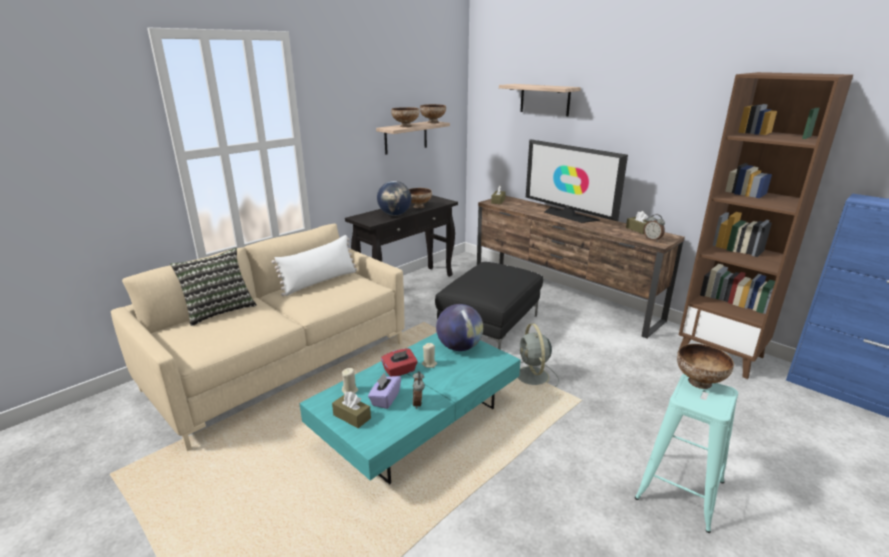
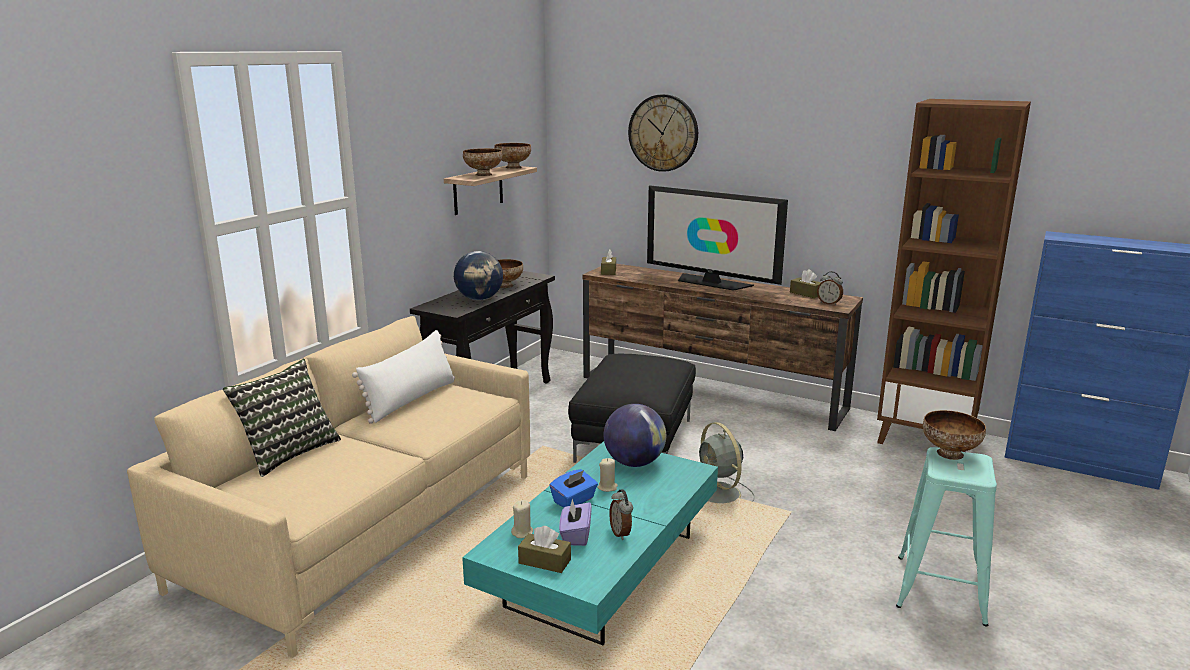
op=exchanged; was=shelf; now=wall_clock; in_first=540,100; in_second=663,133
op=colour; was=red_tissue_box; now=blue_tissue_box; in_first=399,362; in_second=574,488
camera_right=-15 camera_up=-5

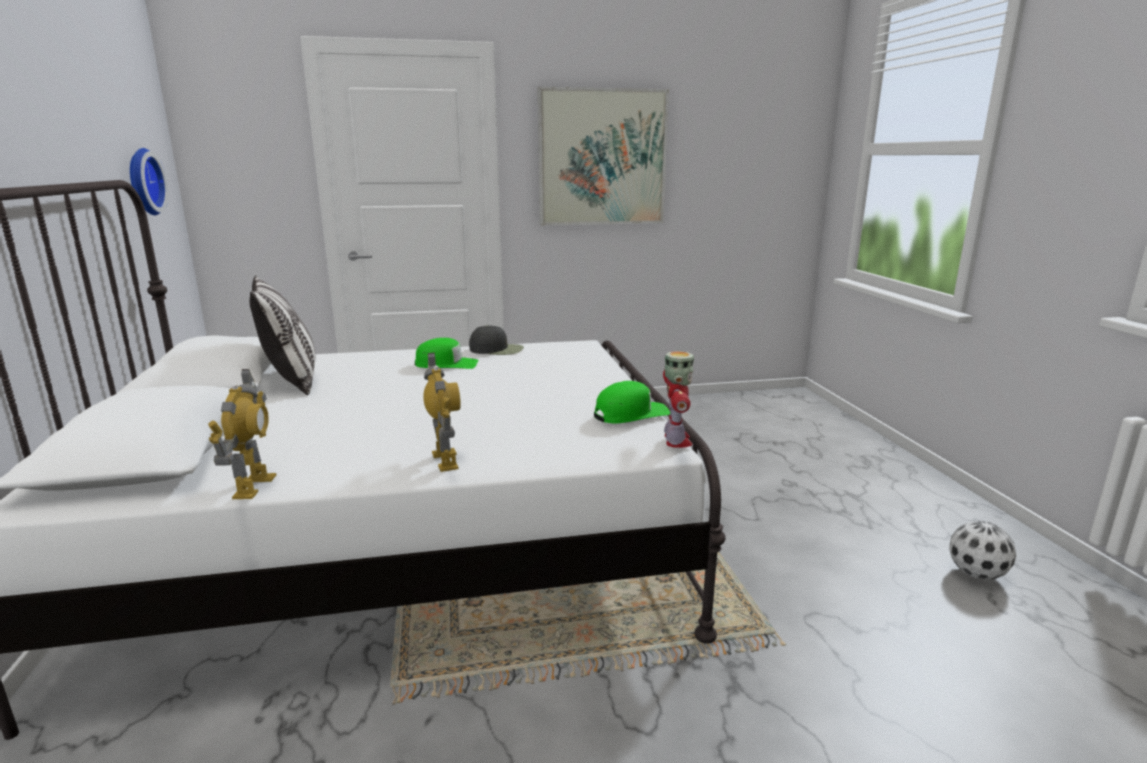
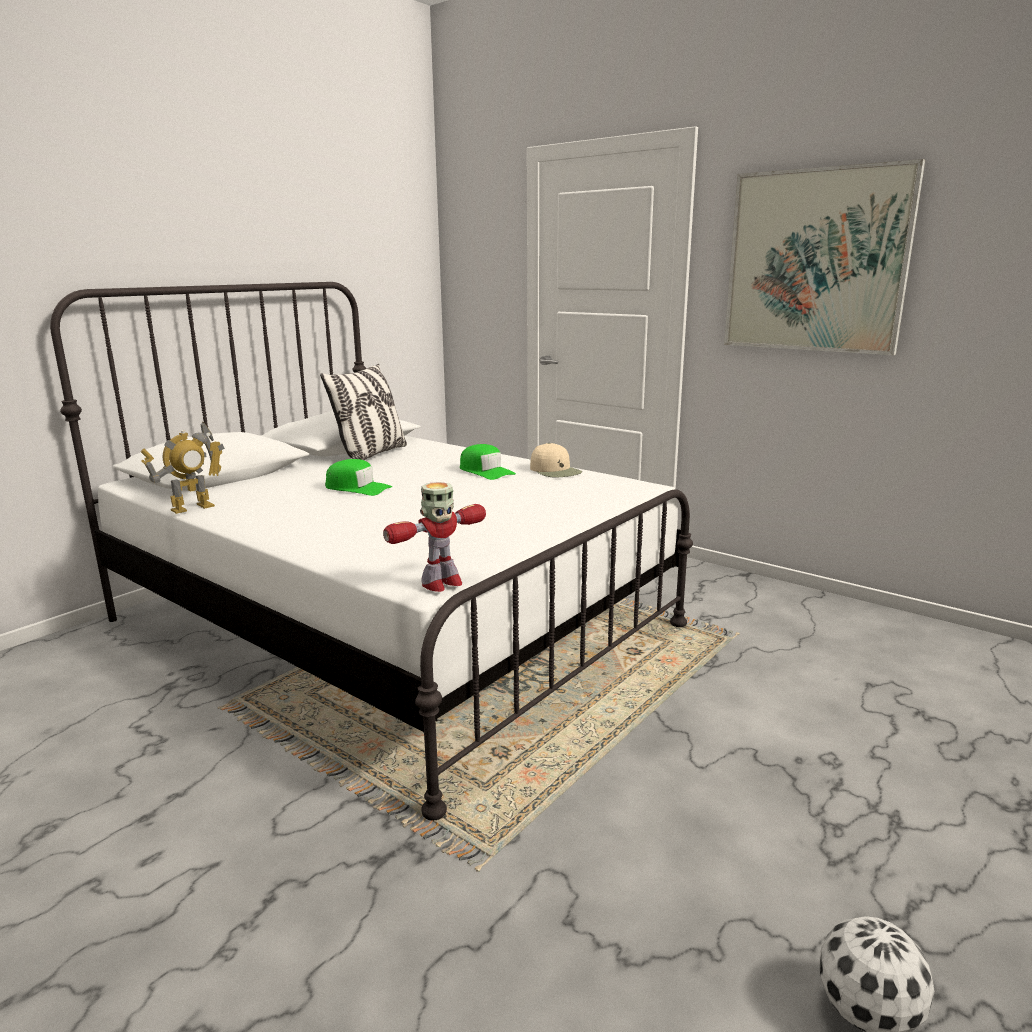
op=missing; was=wall_clock; in_first=149,181
op=colour; was=black_cap; now=beige_cap; in_first=496,340; in_second=556,460
op=missing; was=toy_robot; in_first=442,412
op=relocated; was=green_cap; in_first=632,402; in_second=358,477
camera_right=50 camera_up=0

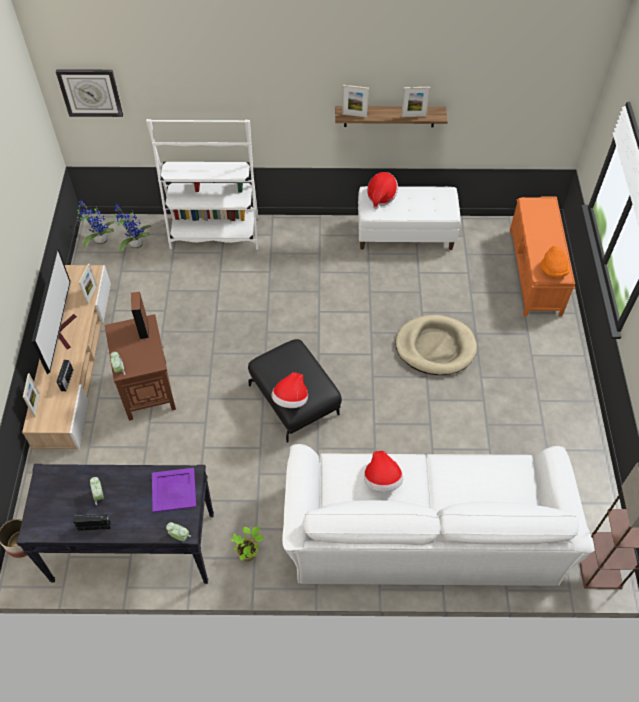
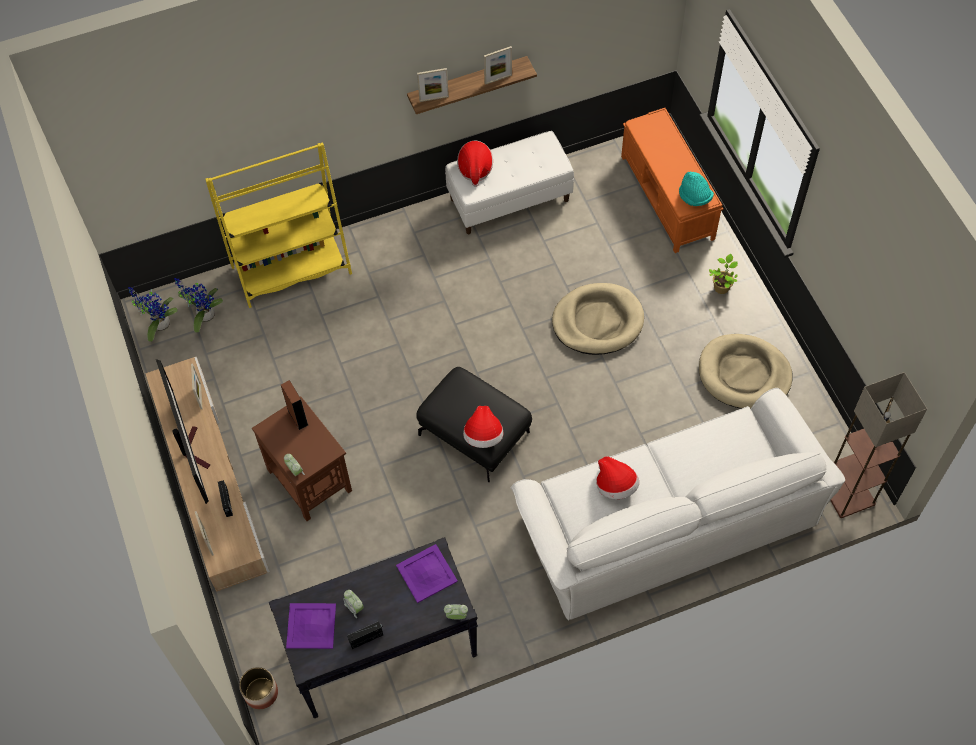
op=missing; was=wall_clock; in_first=89,93
op=colour; was=white_bookcase; now=yellow_bookcase; in_first=202,184; in_second=278,225
op=colour; was=orange_hat; now=turquoise_hat; in_first=555,261; in_second=696,189
op=relocated; was=potted_plant; in_first=247,544; in_second=723,274
op=appeared; now=beige_dog_bed; in_second=745,371
op=appeared; now=purple_tray; in_second=311,626
camera_right=-20 camera_up=5

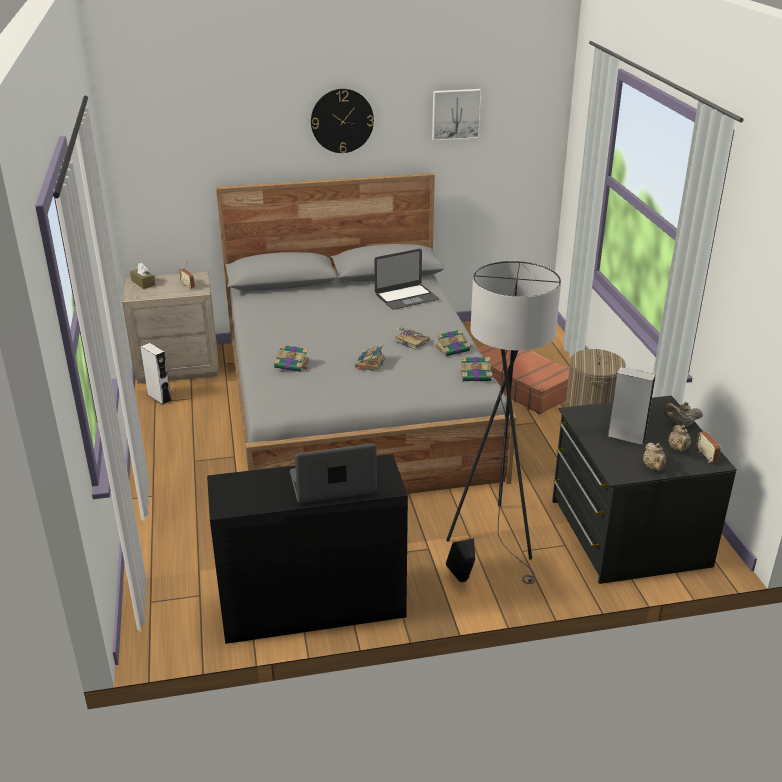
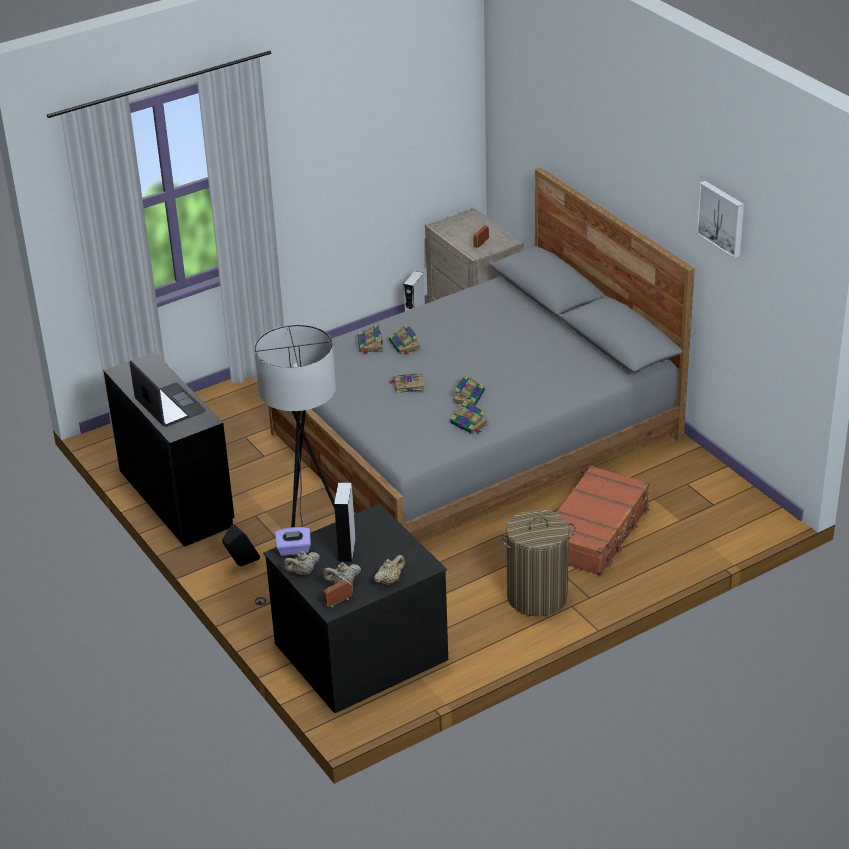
op=missing; was=wall_clock; in_first=342,121
op=missing; was=laptop; in_first=407,279
op=missing; was=brown_tissue_box; in_first=142,276
op=relocated; was=book; in_first=478,369; in_second=405,339
op=spun; was=beige_teapot; in_first=683,414; in_second=389,570; clockwise=60
op=appeared; now=purple_tissue_box; in_second=293,541
camera_right=70 camera_up=5

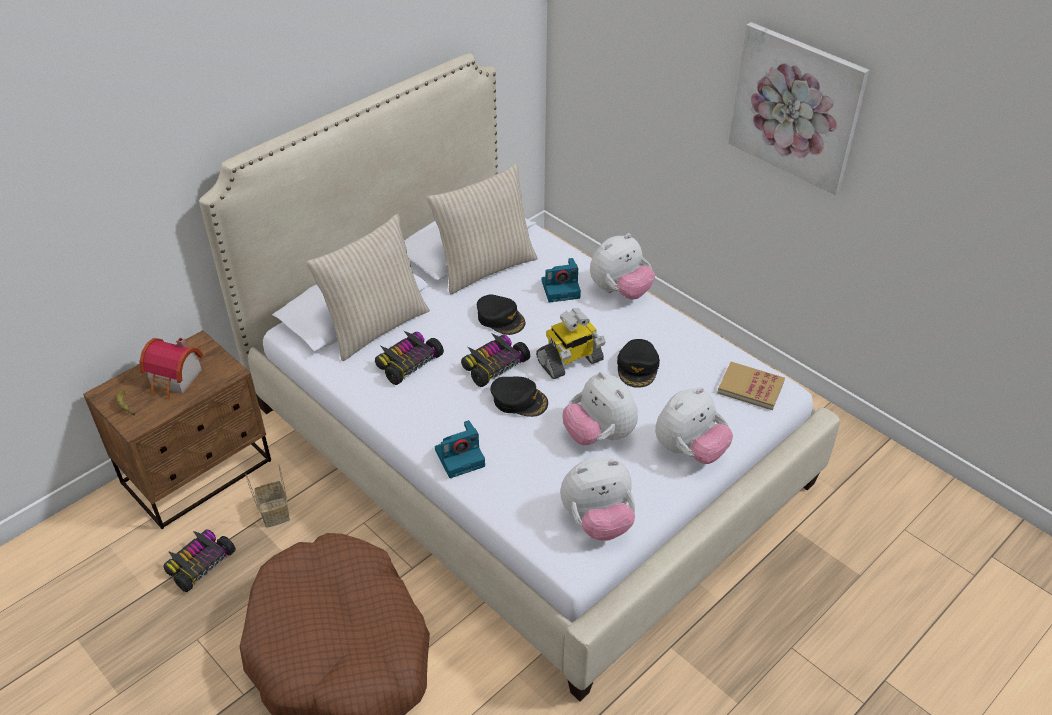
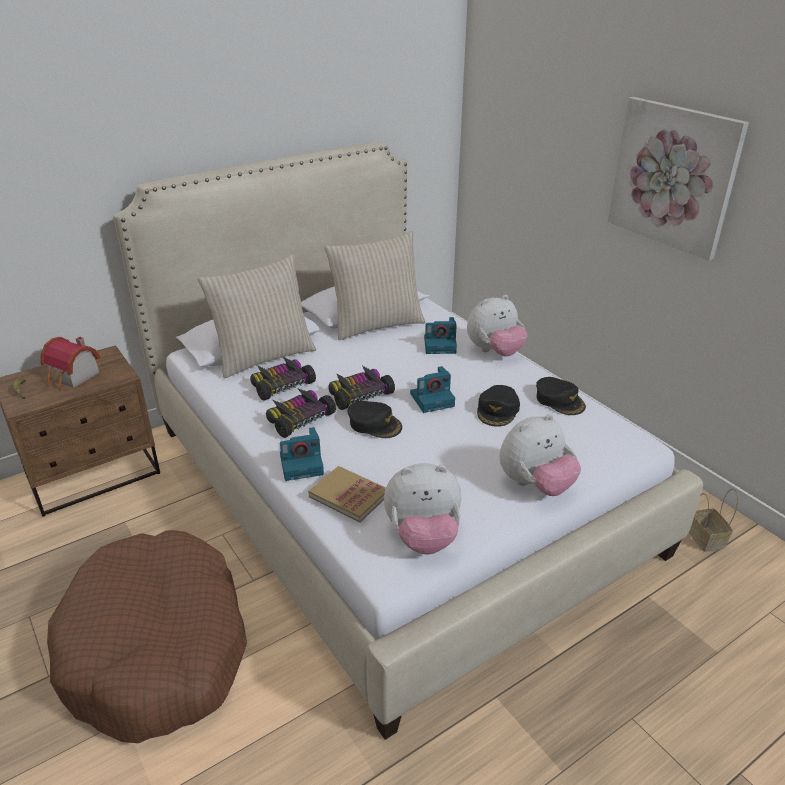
op=relocated; was=black_cap; in_first=501,314; in_second=561,396
op=exchanged; was=toy_robot; now=photo_camera; in_first=571,343; in_second=432,389
op=relocated; was=book; in_first=751,386; in_second=347,494
op=missing; was=plush_toy; in_first=600,408
op=relocated; was=basket; in_first=268,496; in_second=713,520
op=relocated; was=toy_car; in_first=199,561; in_second=301,413
camera_right=10 camera_up=-10

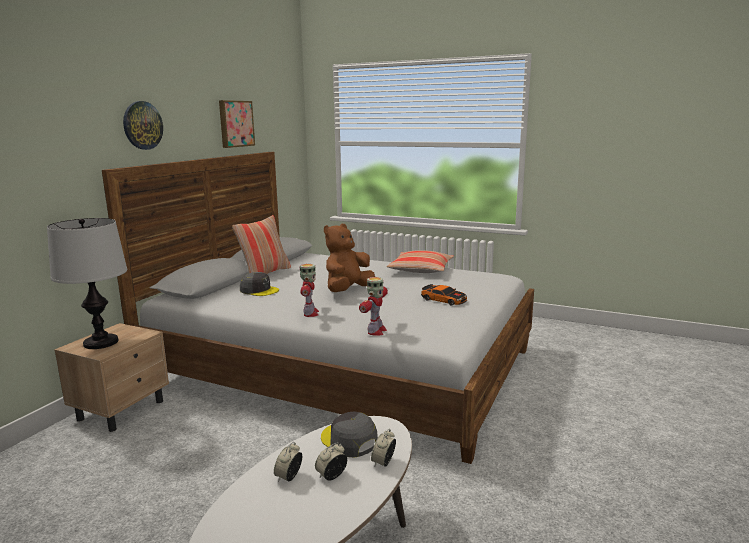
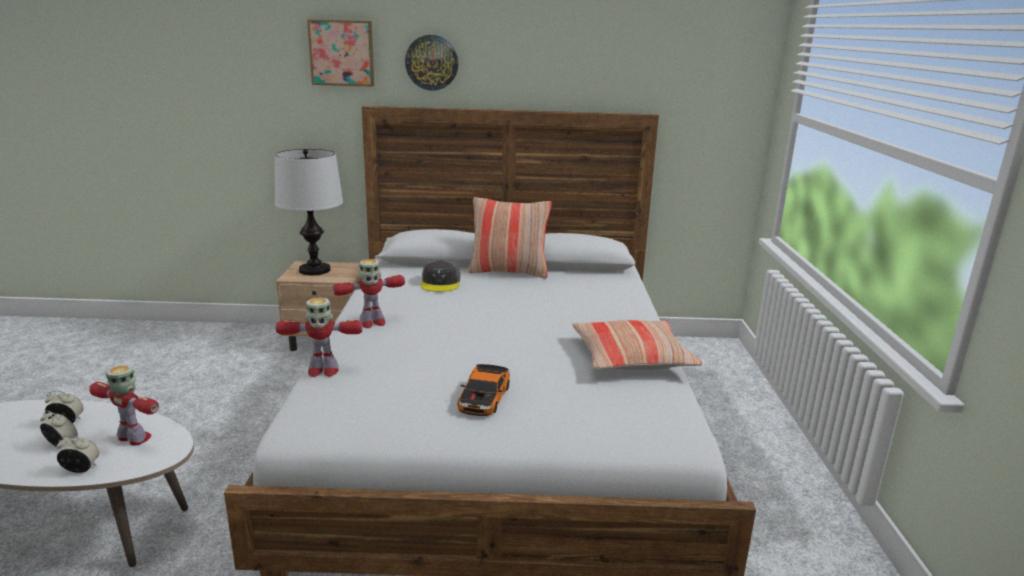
op=relocated; was=picture; in_first=237,124; in_second=340,53
op=missing; was=brown_plush_toy; in_first=349,257
op=exchanged; was=grey_cap; now=toy_robot; in_first=349,434; in_second=124,405
camera_right=65 camera_up=5

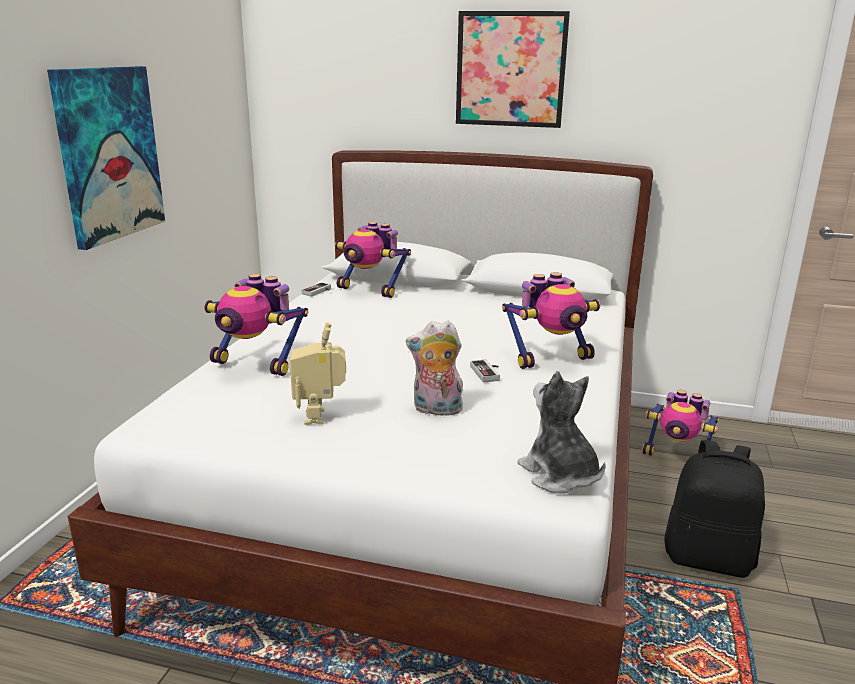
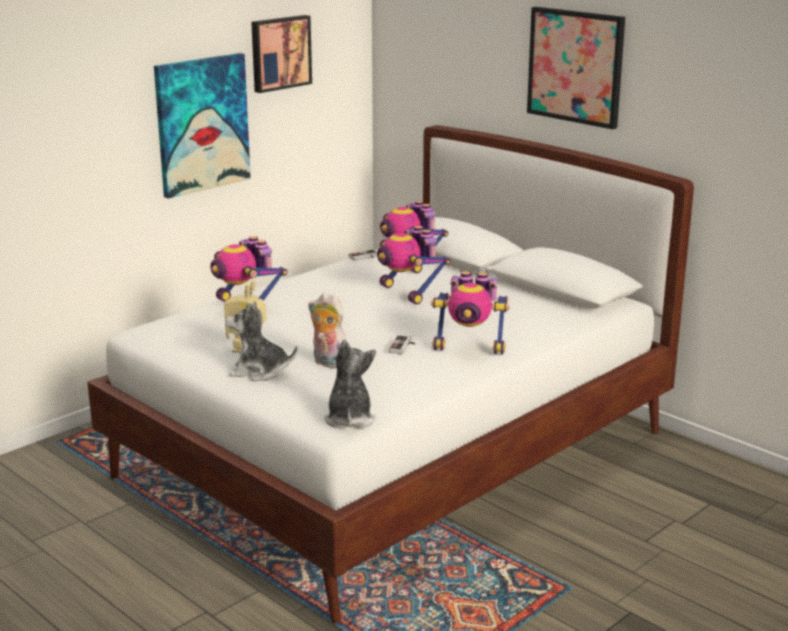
op=relocated; was=toy_robot; in_first=680,423; in_second=413,265
op=missing; was=black_backpack; in_first=715,509
op=appeared; now=picture; in_second=281,54
op=appeared; now=plush_toy; in_second=261,341
camera_right=30 camera_up=0

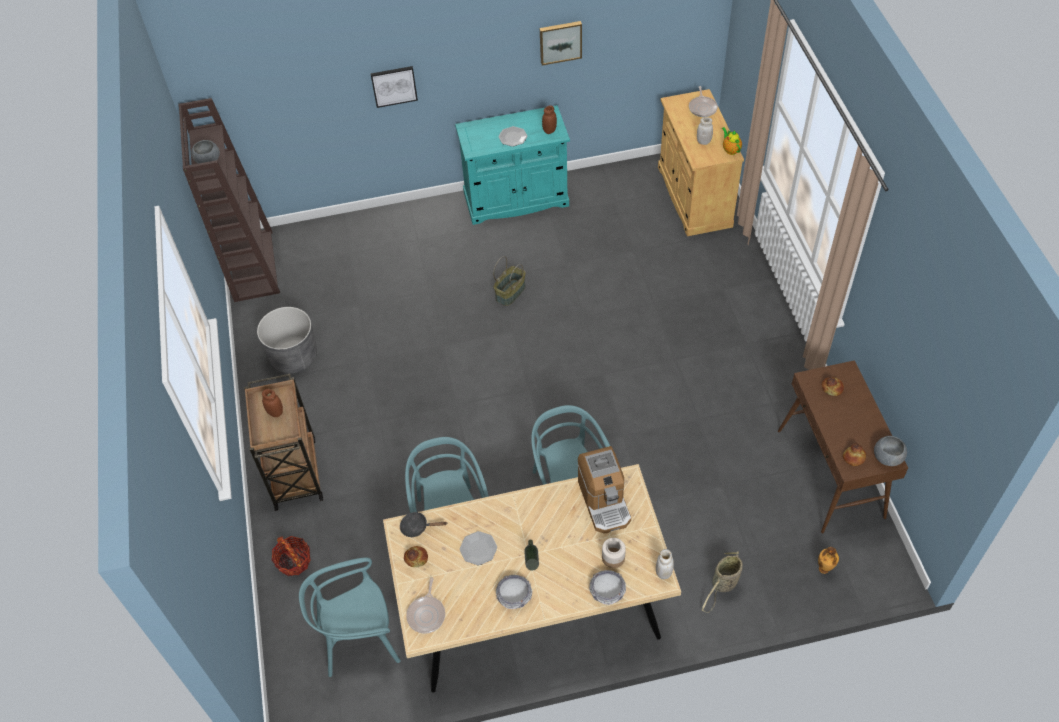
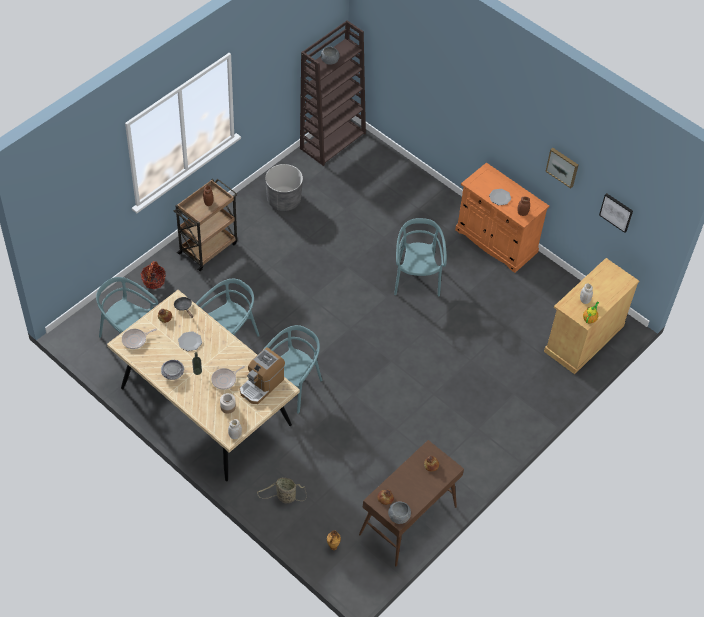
op=relocated; was=picture; in_first=394,87; in_second=616,213
op=relocated; was=frying_pan; in_first=703,101; in_second=228,378
op=colour; was=turquoise_cabinet; now=orange_cabinet; in_first=512,165; in_second=502,217
op=exchanged; was=basket; now=turquoise_chair; in_first=509,281; in_second=420,257
op=missing; was=bowl; in_first=607,587
camera_right=50 camera_up=0

